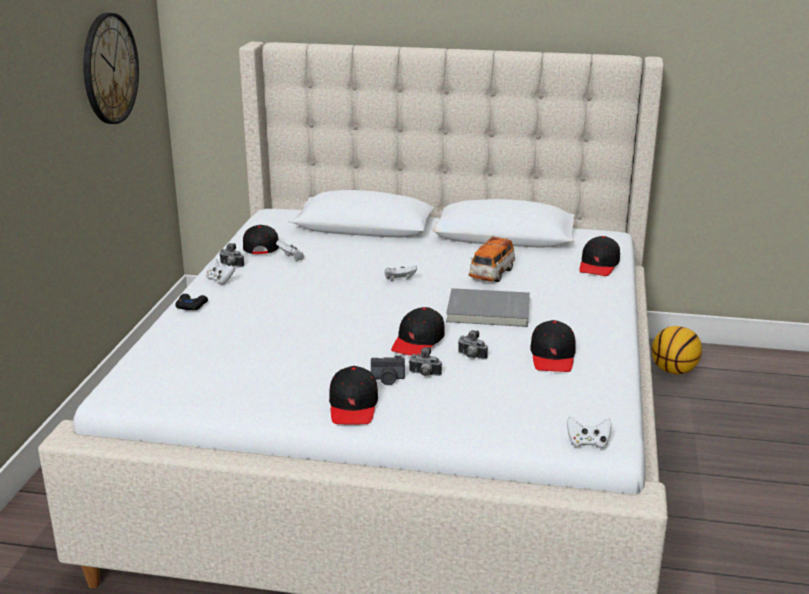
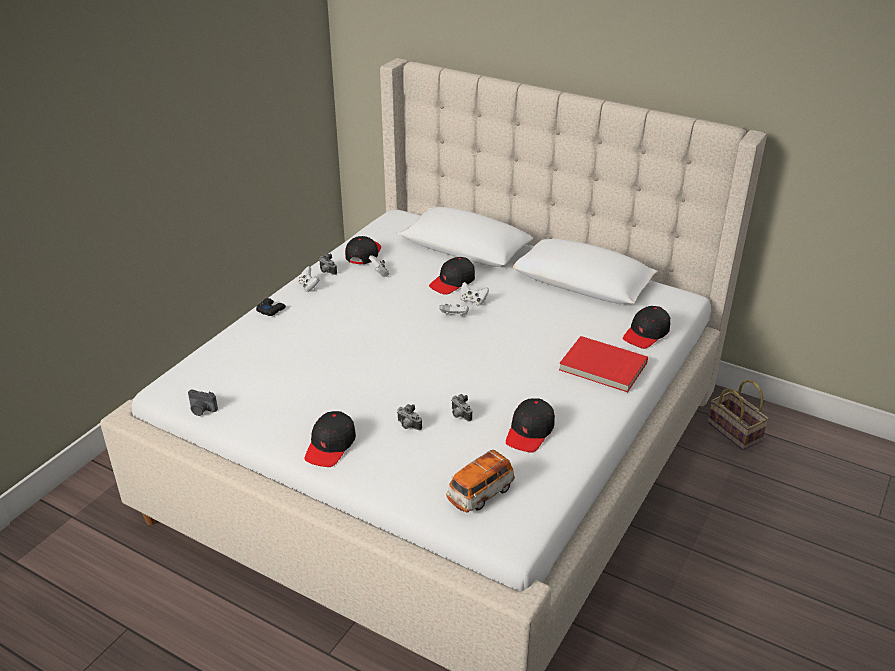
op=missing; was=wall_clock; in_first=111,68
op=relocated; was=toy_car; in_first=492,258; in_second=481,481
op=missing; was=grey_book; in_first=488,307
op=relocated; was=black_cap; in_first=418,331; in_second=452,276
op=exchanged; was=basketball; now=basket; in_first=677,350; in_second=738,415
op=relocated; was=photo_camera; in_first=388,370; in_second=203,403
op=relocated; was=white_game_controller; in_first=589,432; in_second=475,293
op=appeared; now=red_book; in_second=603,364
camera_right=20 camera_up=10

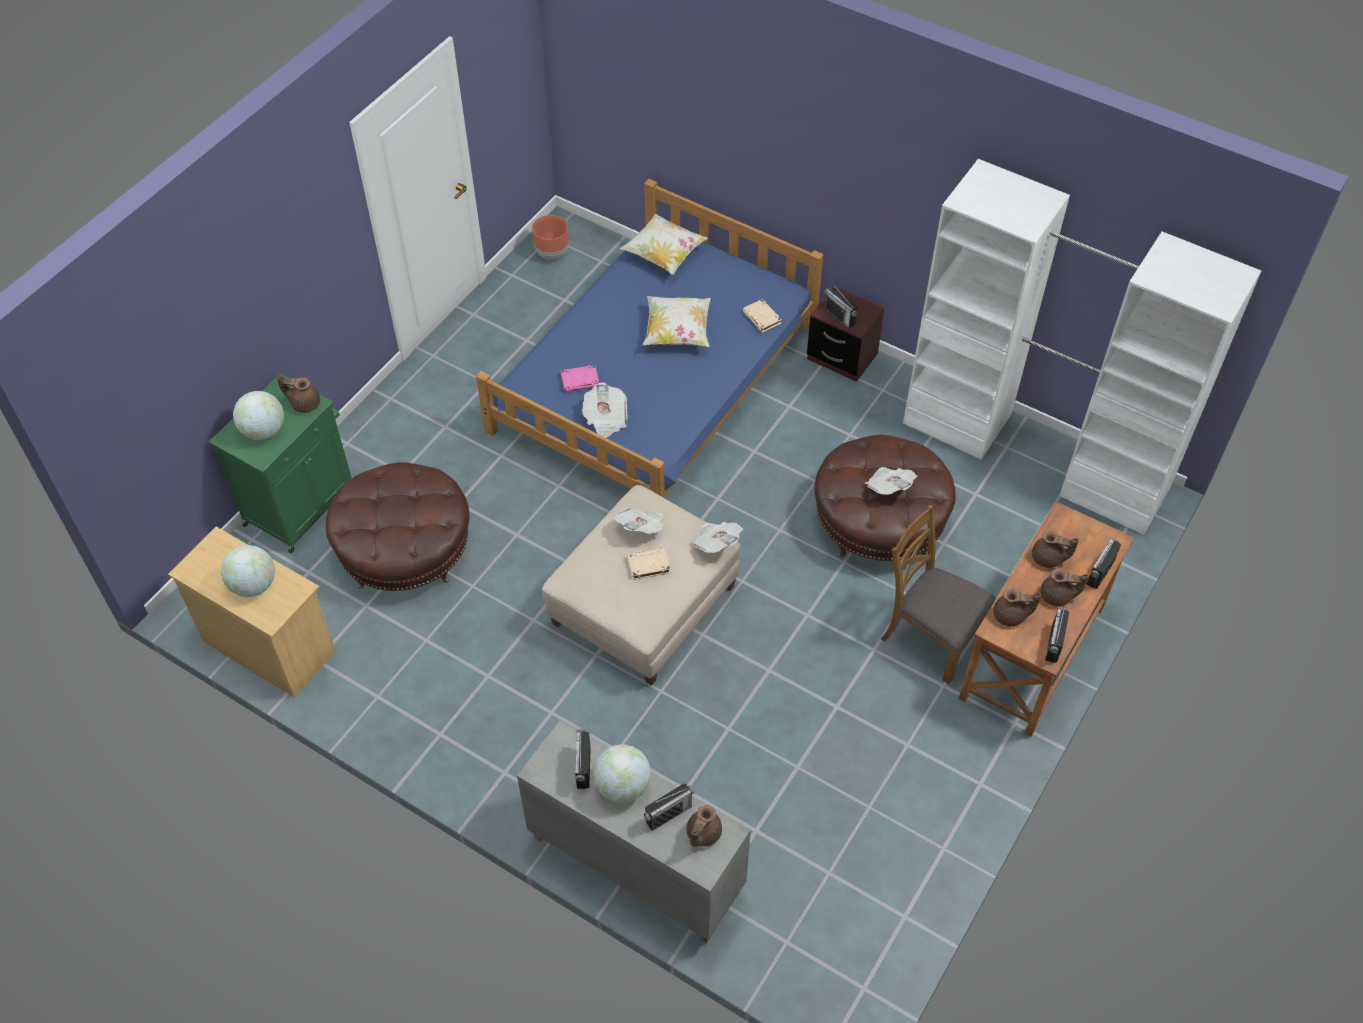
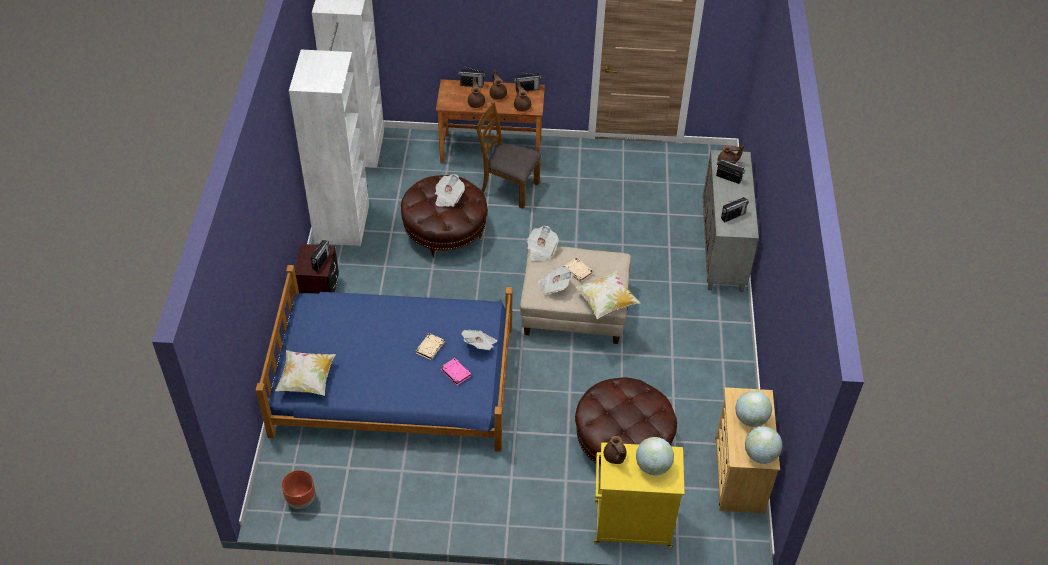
op=relocated; was=pillow; in_first=677,321; in_second=608,295
op=relocated; was=beige_book; in_first=762,316; in_second=430,346
op=colour; was=green_cabinet; now=yellow_cabinet; in_first=280,463; in_second=639,495
op=spun; was=brown_chair; in_first=938,594; in_second=508,155; clockwise=105
op=relocated; was=globe; in_first=622,773; in_second=763,445
camera_right=-120 camera_up=-5

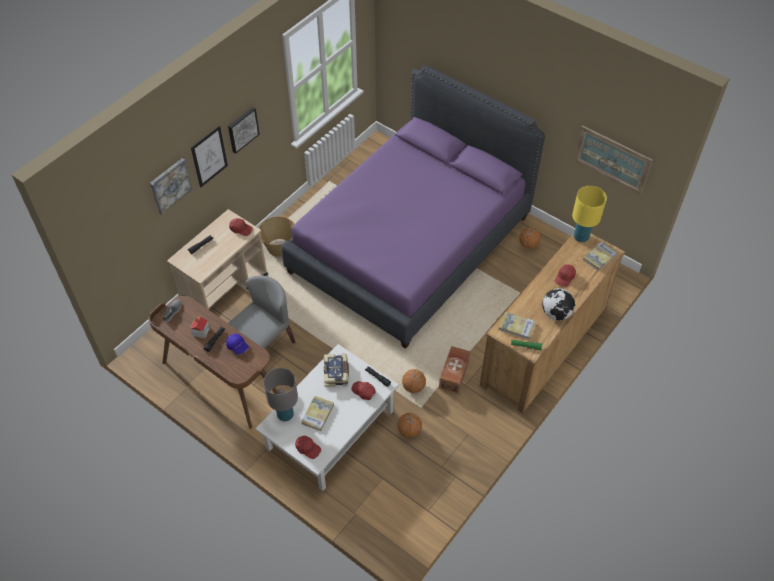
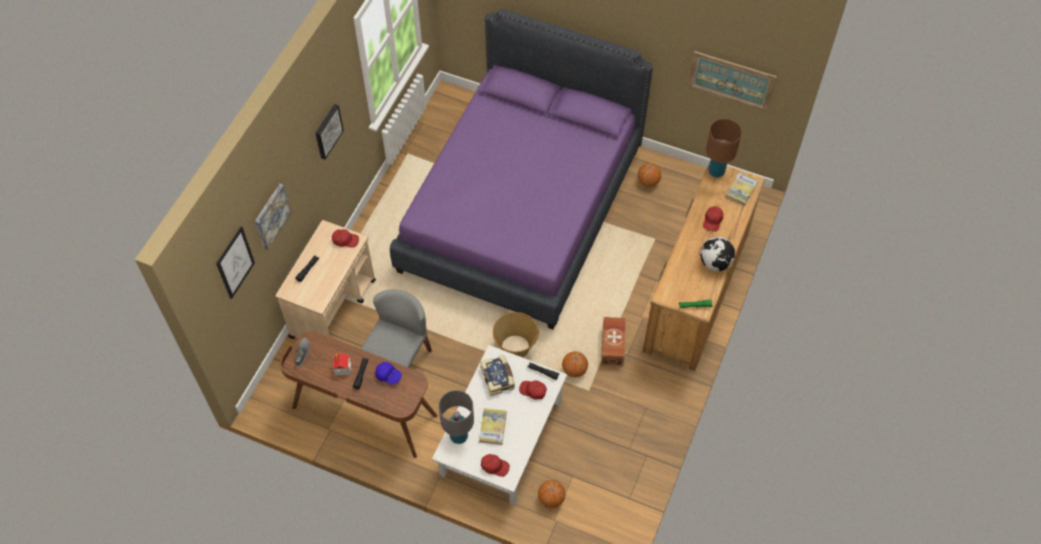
op=relocated; was=picture; in_first=209,156; in_second=235,262
op=colour; was=yellow_table_lamp; now=brown_table_lamp; in_first=589,214; in_second=724,148
op=relocated; was=basket; in_first=276,237; in_second=516,335
op=missing; was=book; in_first=517,326
op=relocated; was=basketball; in_first=409,425; in_second=551,494
camera_right=-15 camera_up=5

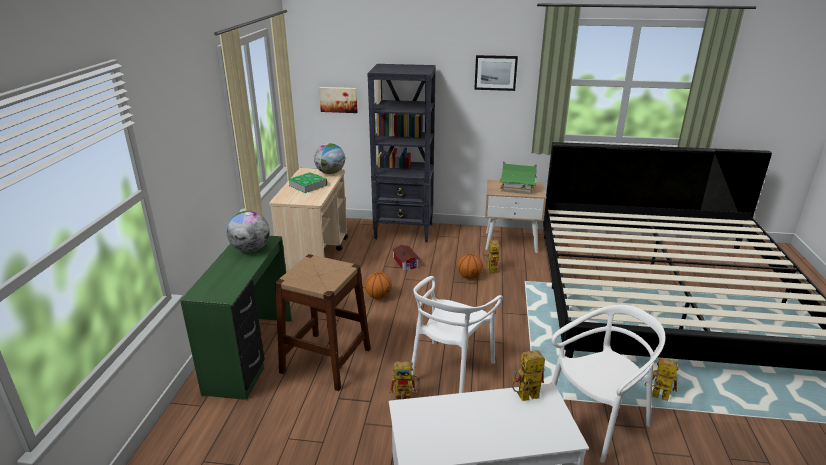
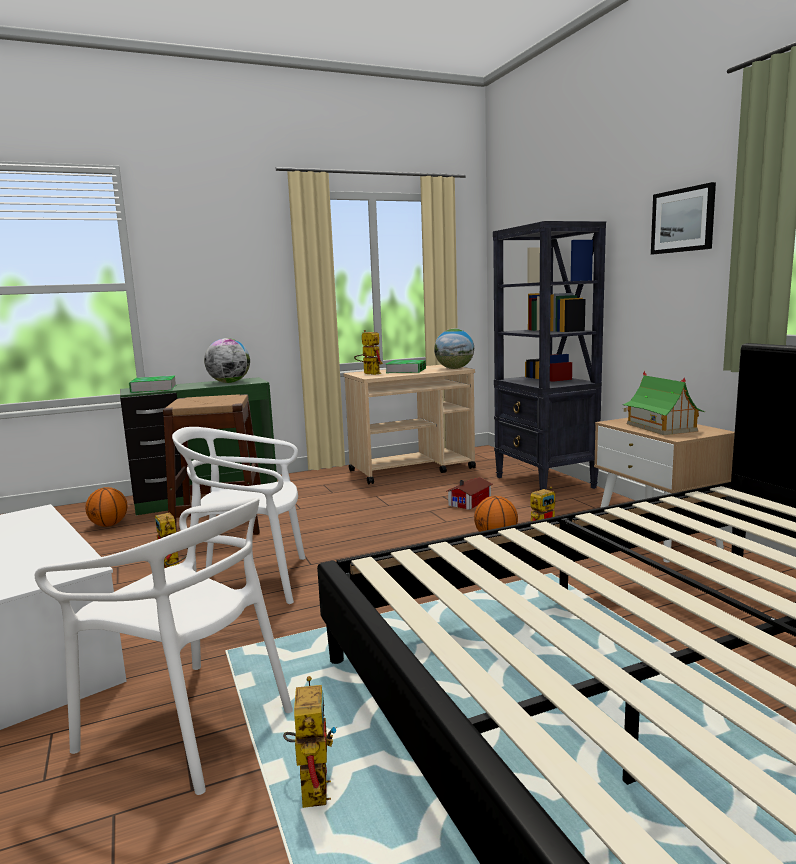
op=missing; was=picture; in_first=338,100
op=relocated; was=basketball; in_first=378,285; in_second=106,507
op=relocated; was=toy_robot; in_first=528,375; in_second=368,352
op=appeared; now=book; in_second=152,384
camera_right=60 camera_up=-15

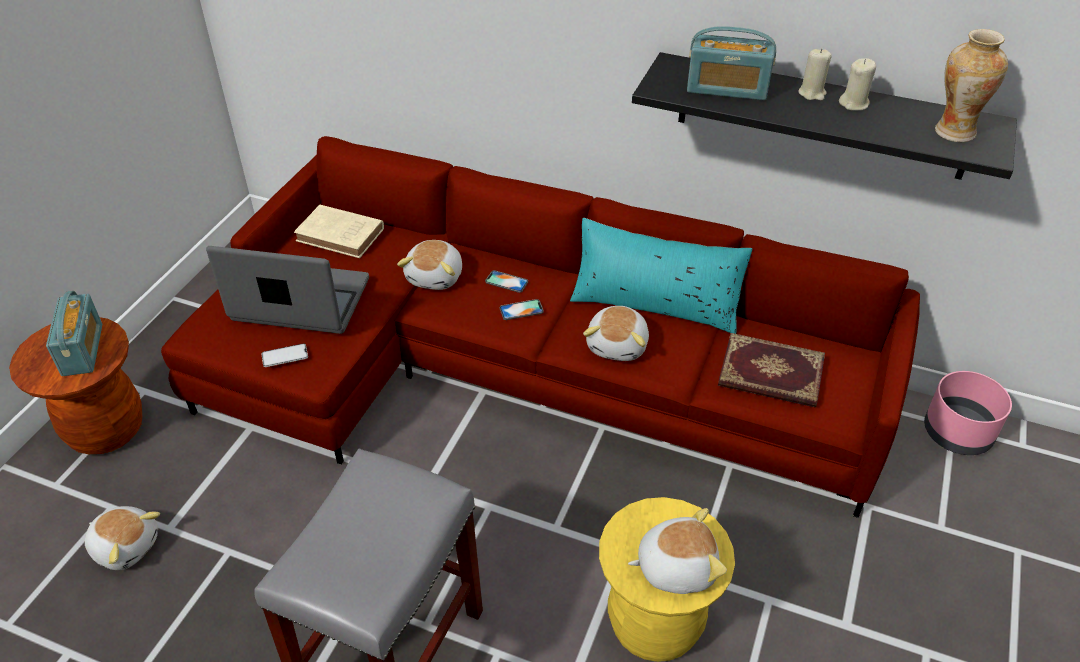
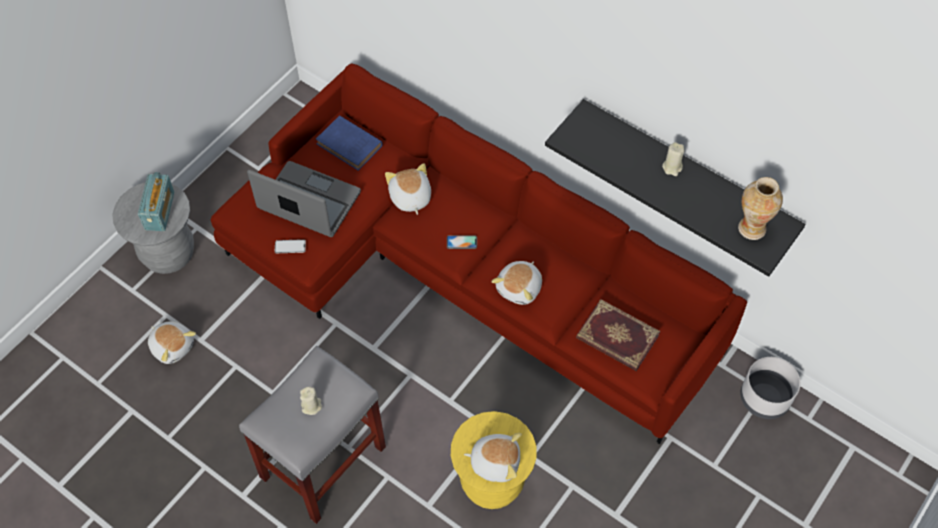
op=missing; was=radio; in_first=731,63
op=relocated; was=beige_candle; in_first=857,84; in_second=311,401
op=colour; was=beige_book; now=blue_book; in_first=339,231; in_second=349,143
op=missing; was=turquoise_pillow; in_first=661,276
op=spun; was=plush_toy; in_first=429,265; in_second=408,189; clockwise=135
op=missing; was=phone; in_first=506,281
op=colour; was=brown_stool; now=grey_stool; in_first=75,385; in_second=153,228
op=colour; was=pink_planter; now=grey_planter; in_first=968,413; in_second=770,388
camera_right=15 camera_up=15

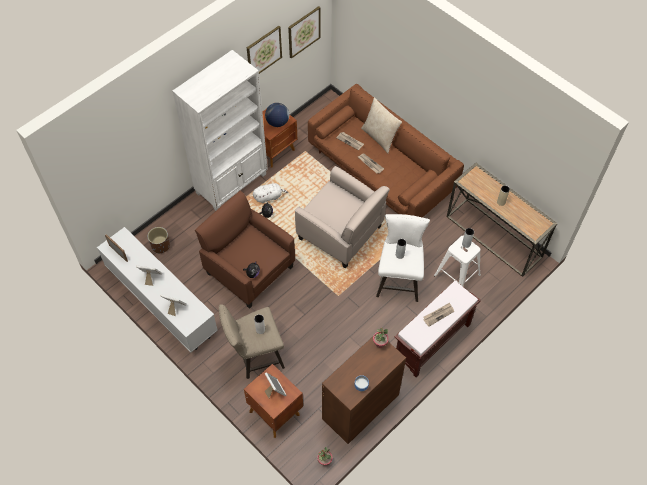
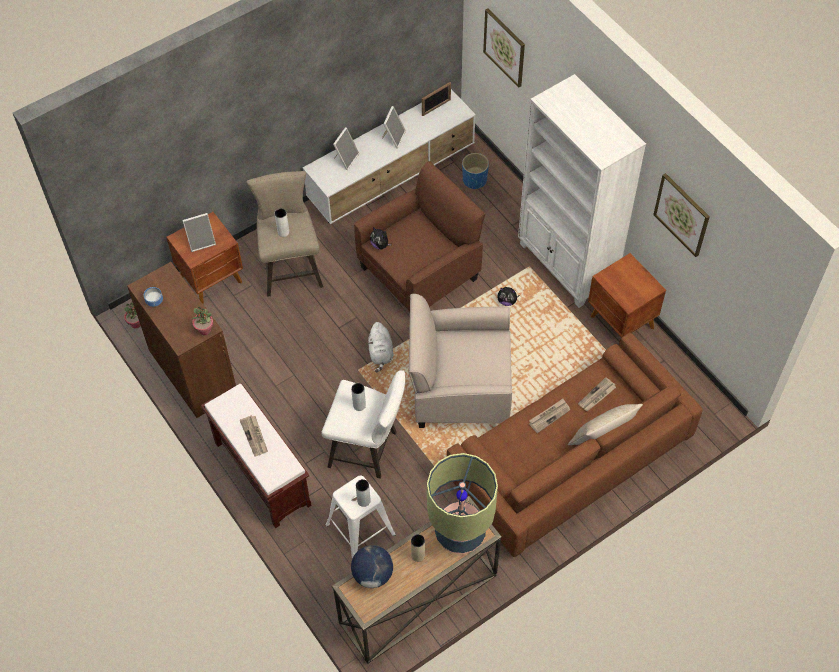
op=relocated; was=picture; in_first=304,32; in_second=504,48
op=relocated; was=globe; in_first=277,115; in_second=372,566
op=spun; was=beige_armchair; in_first=342,217; in_second=460,361; clockwise=45
op=relocated; was=white_plush_toy; in_first=270,193; in_second=381,347
op=colour; was=brown_planter; now=blue_planter; in_first=158,240; in_second=475,171
op=appeared; now=table_lamp; in_second=462,503
camera_right=100 camera_up=0

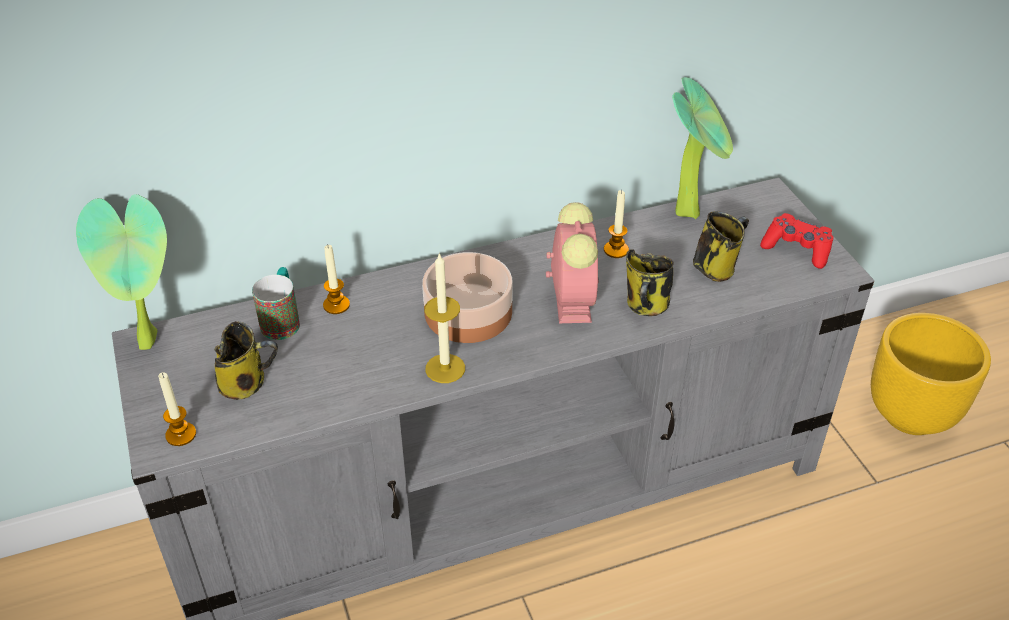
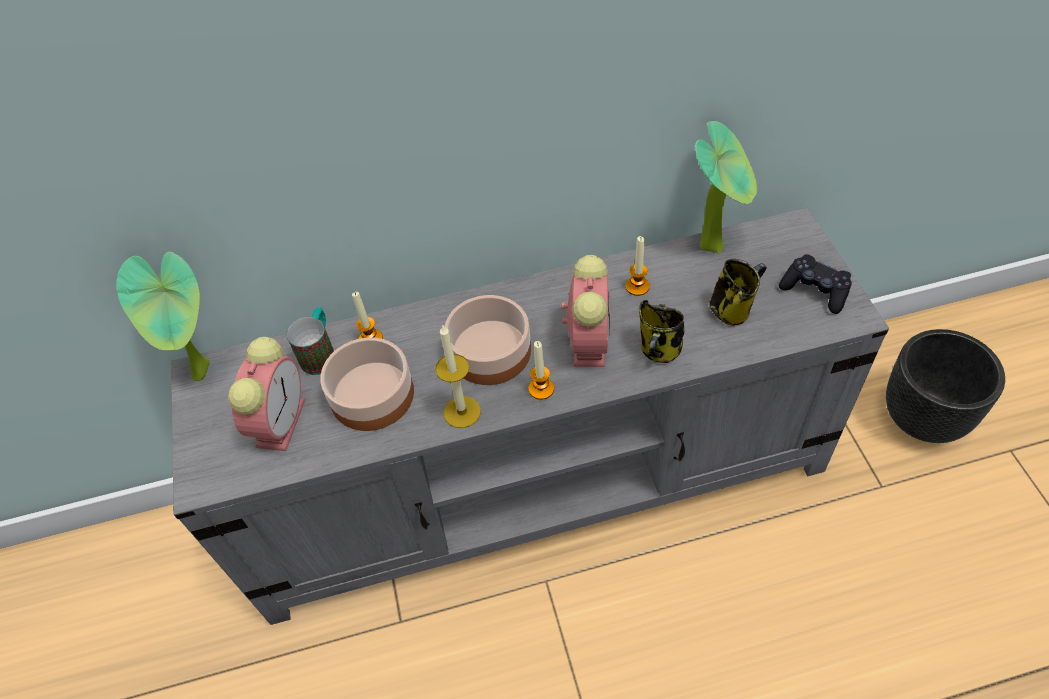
op=colour; was=red_game_controller; now=black_game_controller; in_first=796,241; in_second=815,284
op=colour; was=yellow_planter; now=black_planter; in_first=931,374; in_second=945,386
op=exchanged; was=mug; now=alarm_clock; in_first=246,360; in_second=266,394
op=relocated; was=candle; in_first=177,409; in_second=541,370
op=appeared; now=bowl; in_second=367,384
camera_right=10 camera_up=10

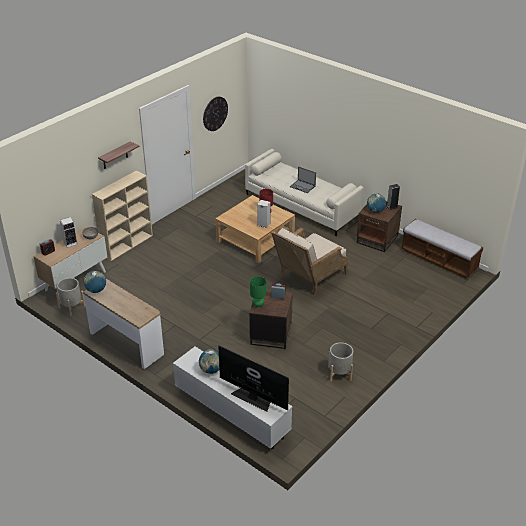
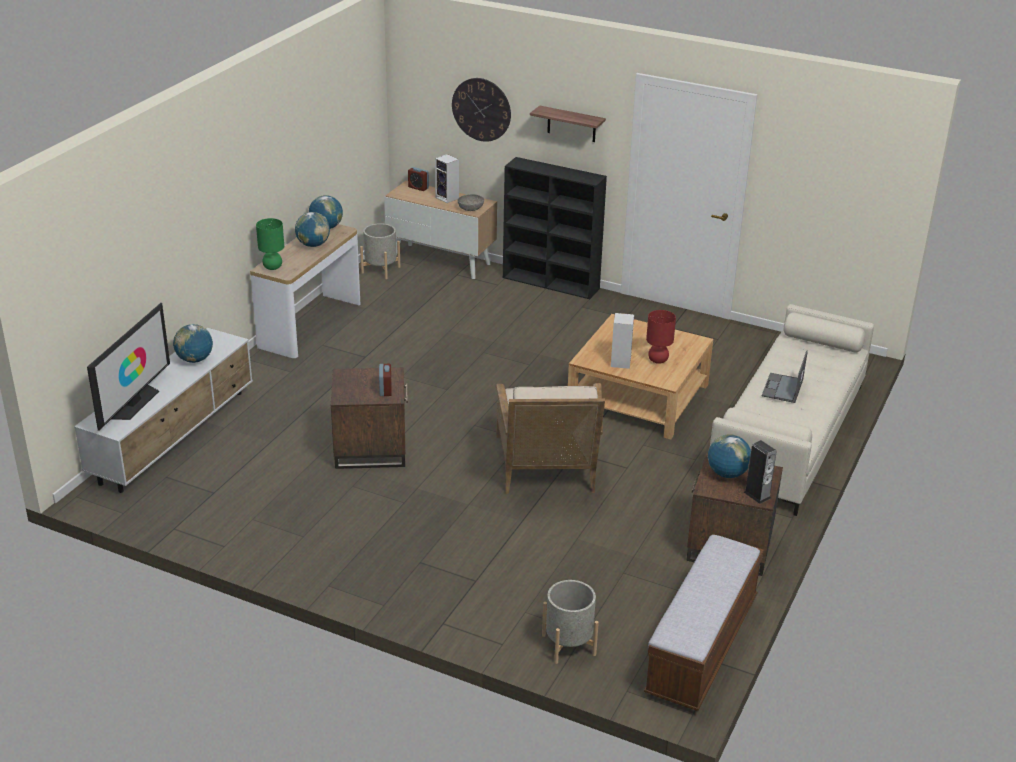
op=relocated; was=wall_clock; in_first=215,114; in_second=481,110
op=colour; was=beige_bookcase; now=black_bookcase; in_first=122,216; in_second=555,228
op=spun; was=beige_armchair; in_first=309,261; in_second=550,438; clockwise=-120
op=relocated; was=green_table_lamp; in_first=258,291; in_second=270,244
op=relocated; was=grey_planter; in_first=340,361; in_second=570,622
op=appeared; now=globe; in_second=312,229
camera_right=75 camera_up=-5

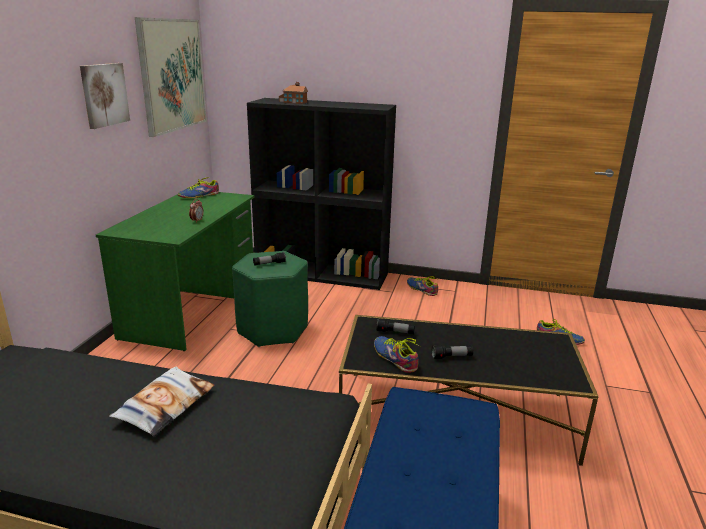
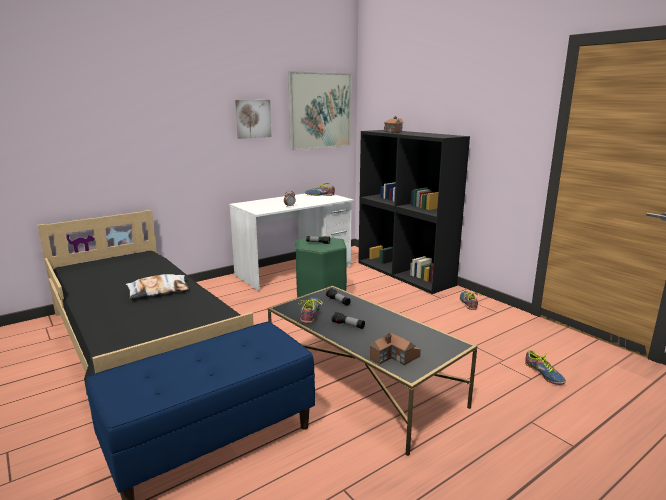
op=colour; was=green_desk; now=white_desk; in_first=175,271; in_second=291,242
op=appeared; now=toy_house; in_second=395,349
camera_right=40 camera_up=-5

